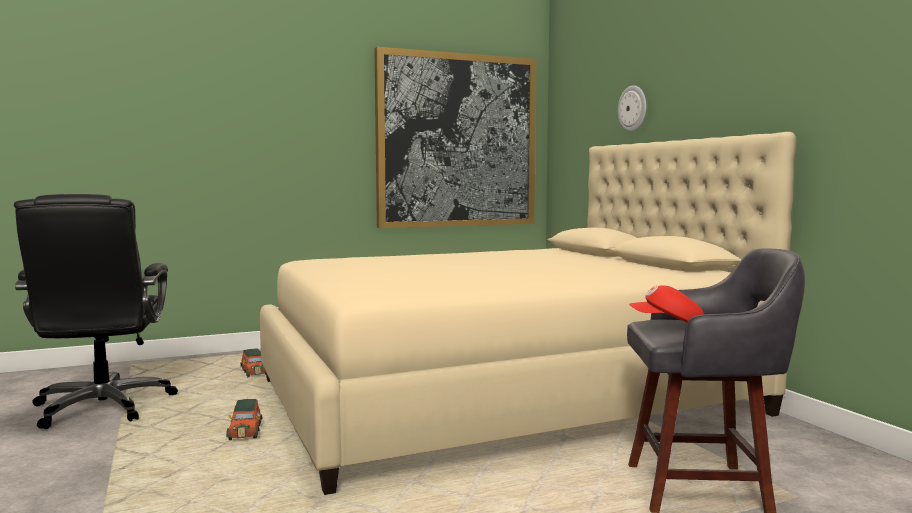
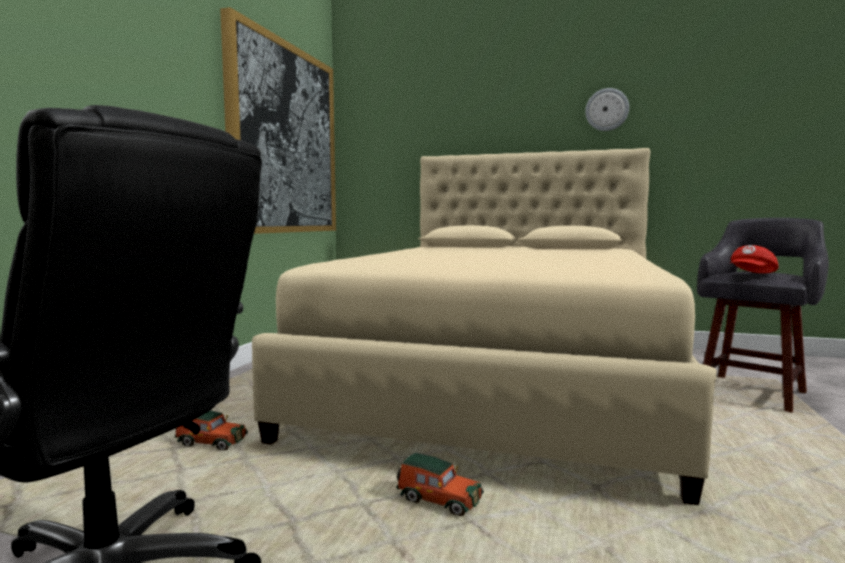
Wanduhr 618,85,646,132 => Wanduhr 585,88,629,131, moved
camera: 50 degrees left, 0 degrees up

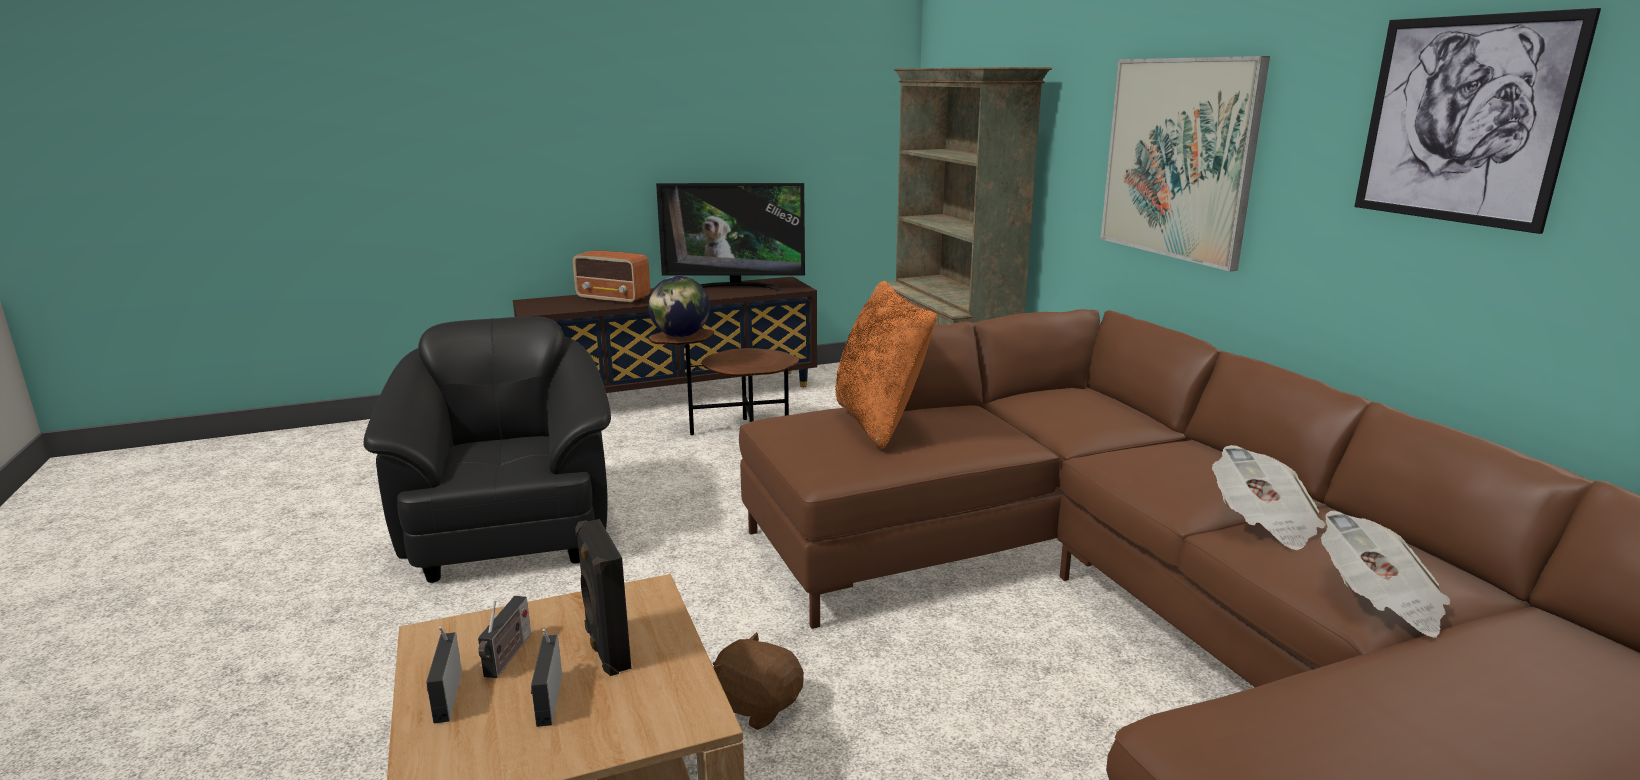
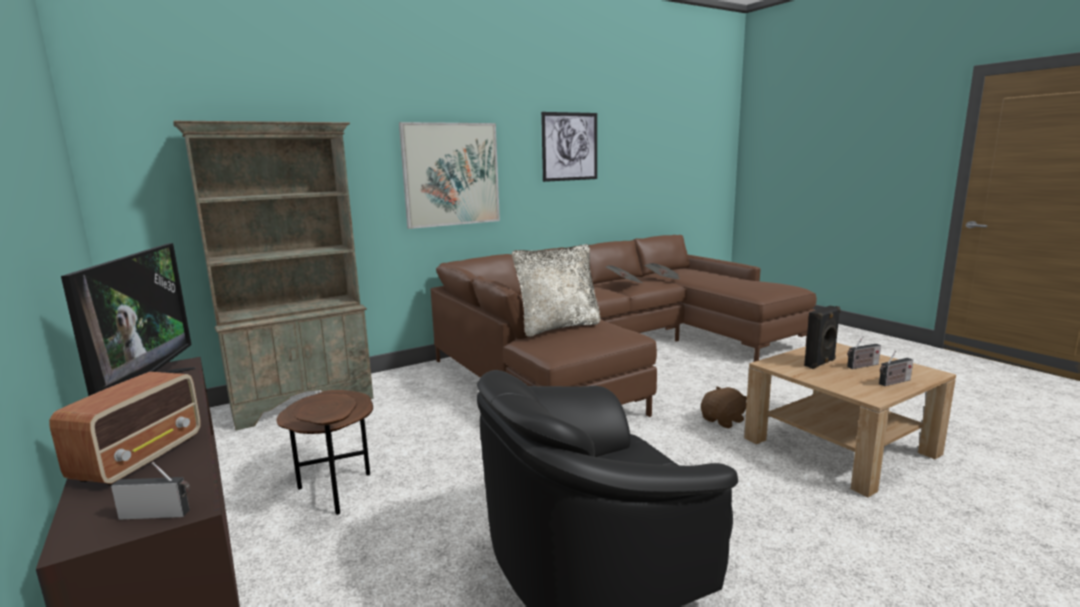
Globus 648,276,710,337 => nothing
Kissen [orange] 835,280,938,449 => Kissen [beige] 512,244,600,337
Radio 478,596,531,678 => Radio 111,462,190,520, moved
Plüschtier [braun] 713,632,804,730 => Plüschtier [braun] 701,386,747,428, 150 degrees counterclockwise
camera: 100 degrees left, 5 degrees down

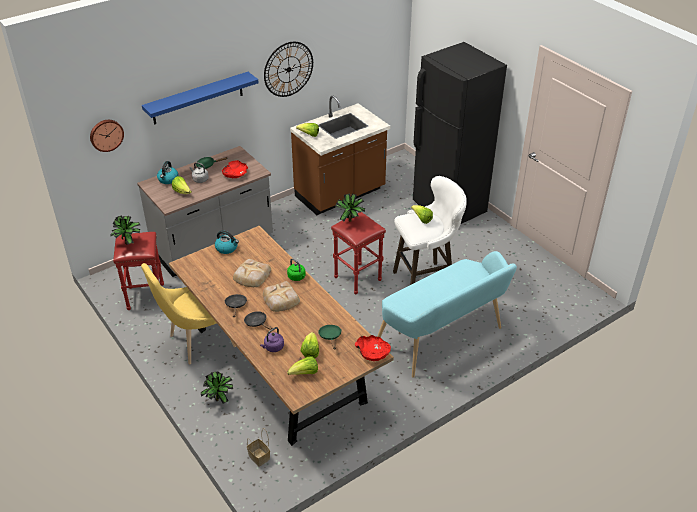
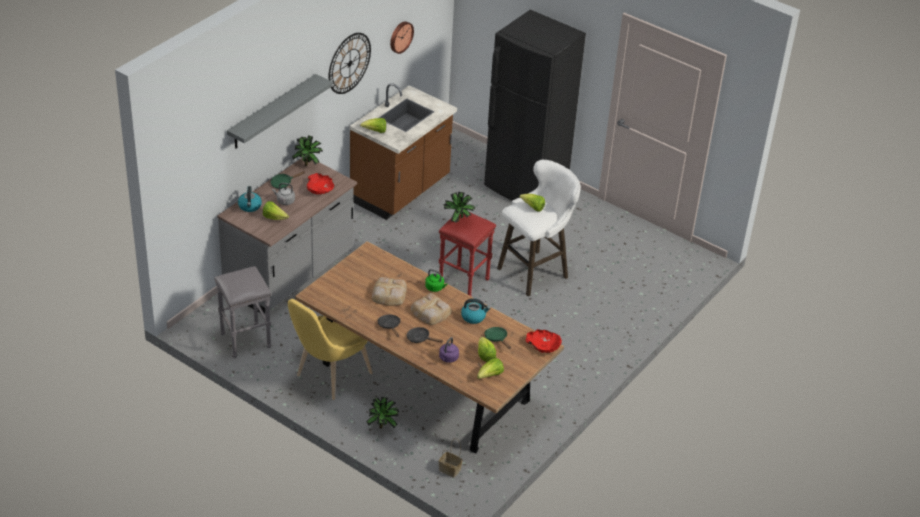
Wandregal [blau] 142,72,259,125 => Wandregal [grau] 227,74,333,149
Wanduhr 90,120,124,152 => Wanduhr 390,21,414,54, moved
Topfpflanze 111,215,141,245 => Topfpflanze 292,135,323,166, moved
Wasserkessel 215,230,239,254 => Wasserkessel 461,298,490,324, moved
Hocker [rot] 113,232,164,310 => Hocker [grau] 215,266,271,358
Bank [türkis] 377,251,517,378 => nothing
camera: 20 degrees left, 0 degrees up

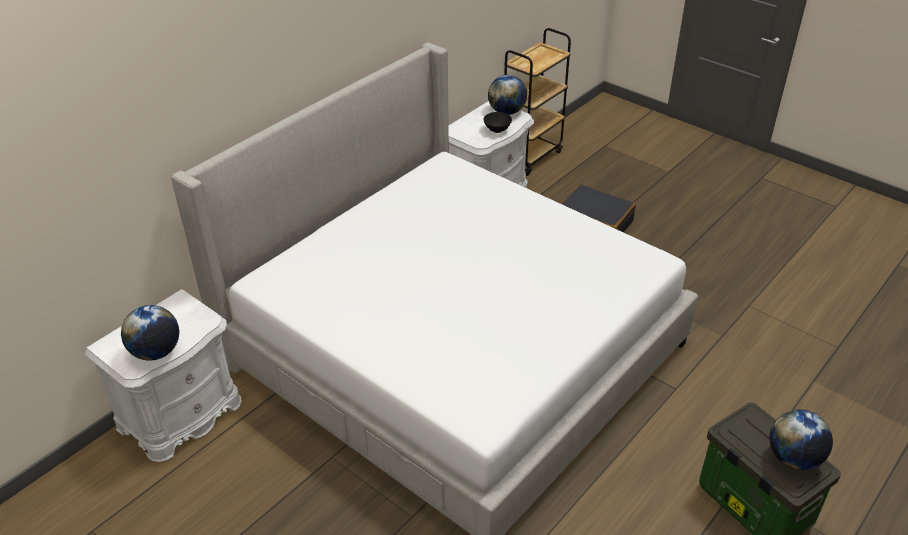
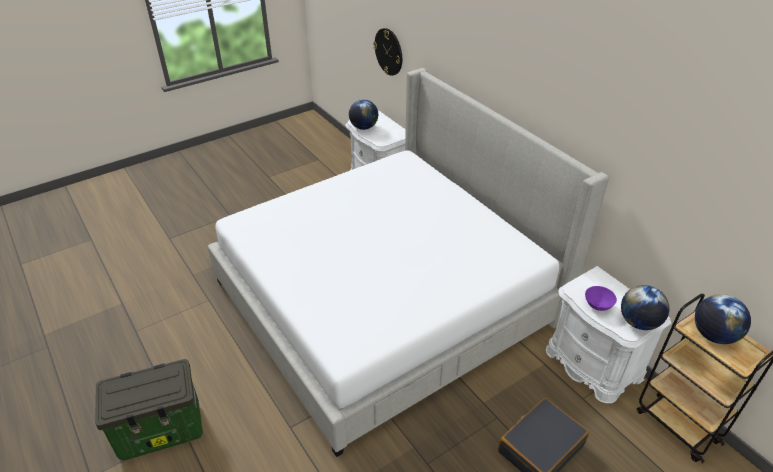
Schüssel [schwarz] 483,112,512,133 => Schüssel [lila] 585,286,617,311
Globus 769,410,833,470 => Globus 695,294,751,344, moved
nothing => Wanduhr 373,28,402,76
camera: 105 degrees right, 0 degrees up

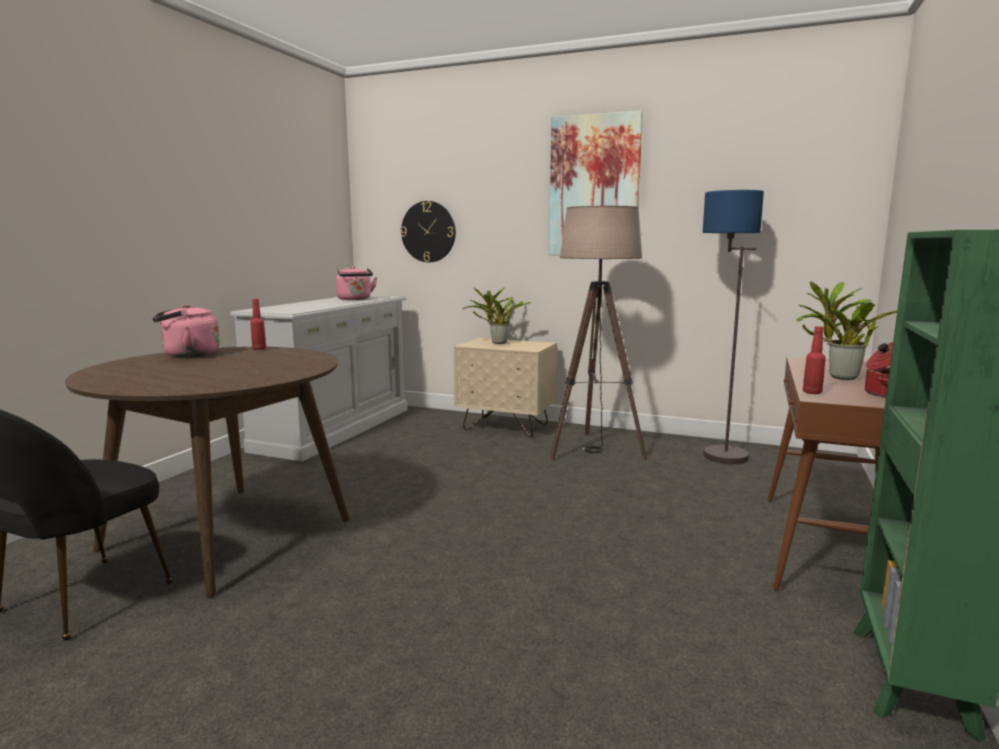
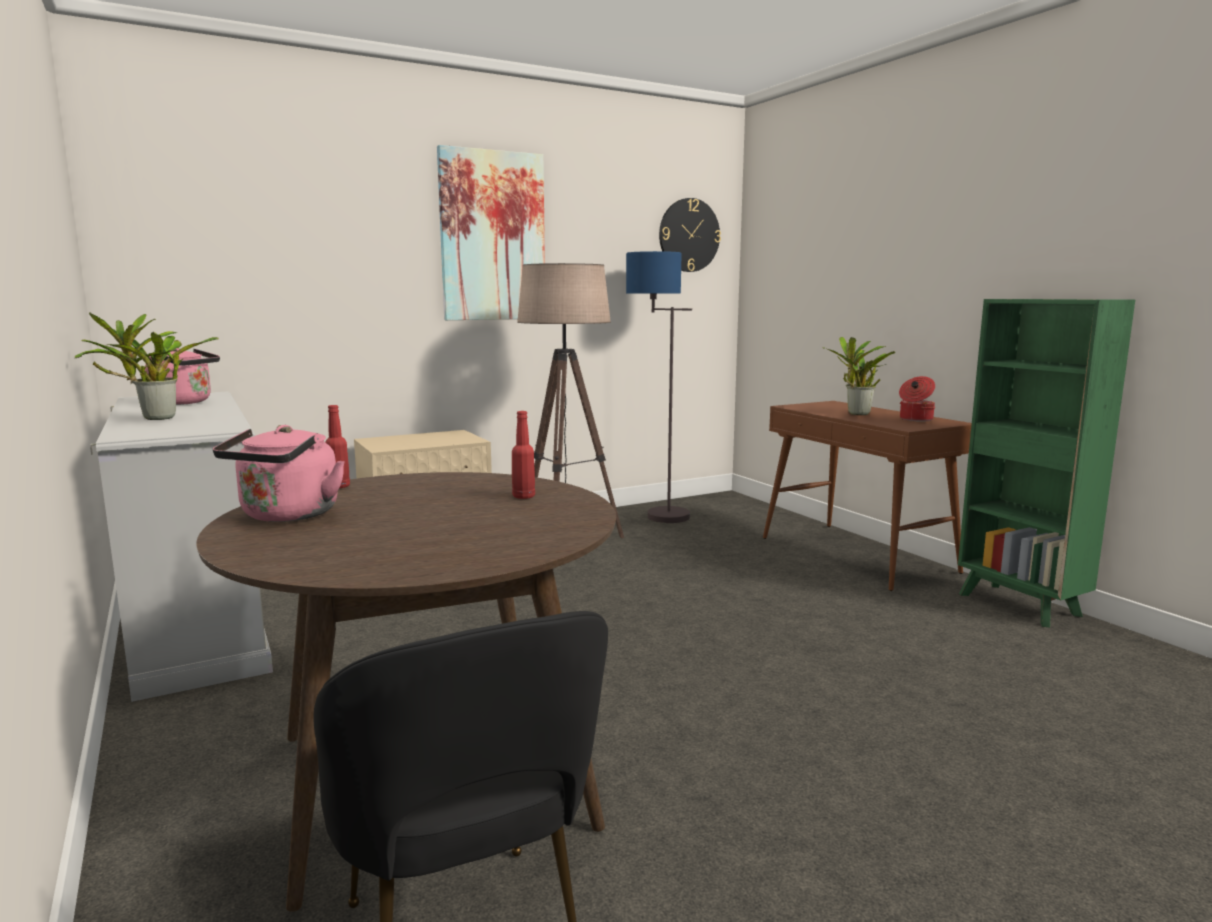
Wanduhr 400,201,456,262 => Wanduhr 659,198,721,272, moved
Topfpflanze 462,287,531,344 => Topfpflanze 75,312,219,420, moved
Flasche [rot] 803,326,826,394 => Flasche [rot] 512,411,535,499, moved
camera: 50 degrees left, 0 degrees up

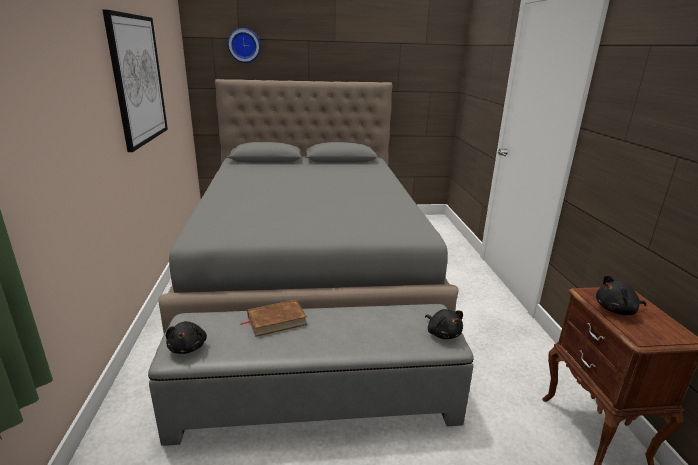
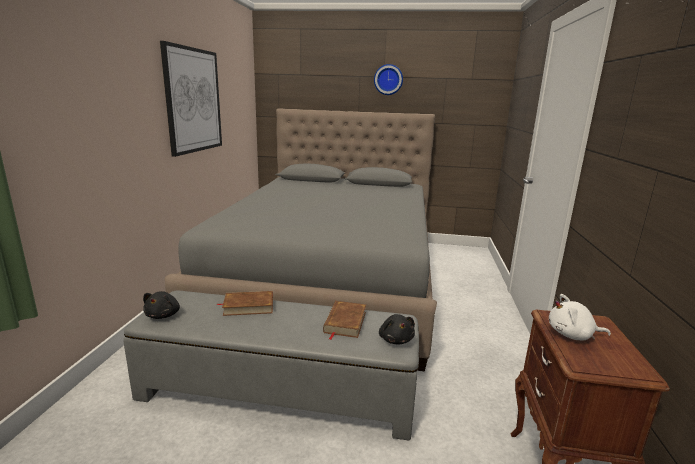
Wanduhr 228,28,261,63 => Wanduhr 374,64,403,95, moved
Plüschtier [schwarz] 596,275,646,315 => Plüschtier [weiß] 549,294,611,340
nothing => Buch [braun] 323,301,366,340
camera: 15 degrees right, 5 degrees down

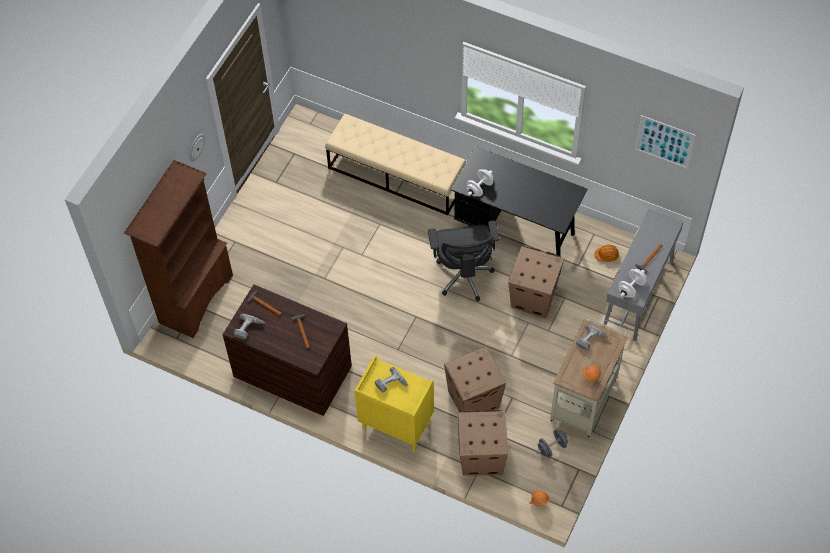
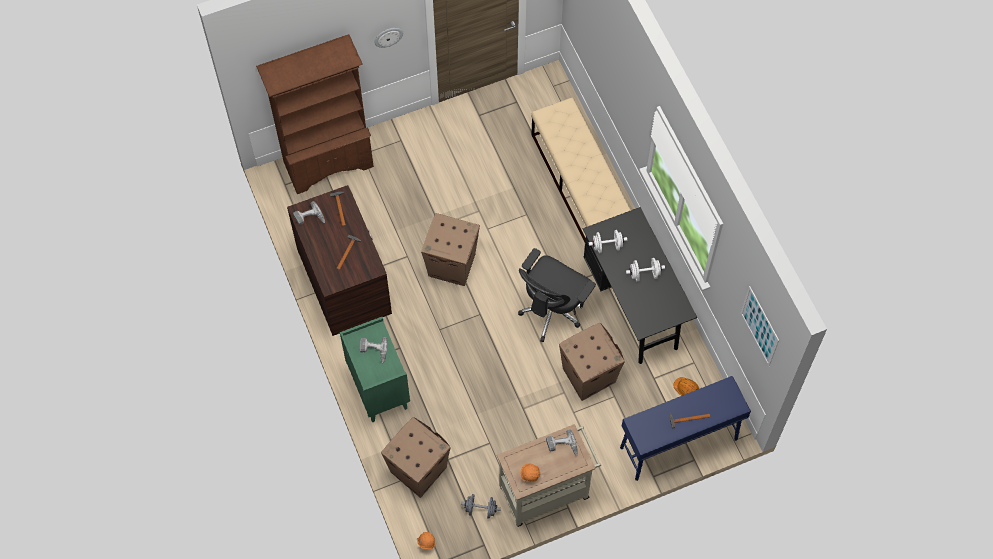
Konsolentisch [grau] 603,209,683,341 => Konsolentisch [blau] 620,376,751,481
Hantel [weiß] 619,269,647,298 => Hantel [weiß] 626,258,665,281, moved
Karton 444,347,506,412 => Karton 421,213,480,286, moved
Schrank [gelb] 354,355,434,452 => Schrank [grün] 340,317,410,422
camera: 40 degrees right, 5 degrees up

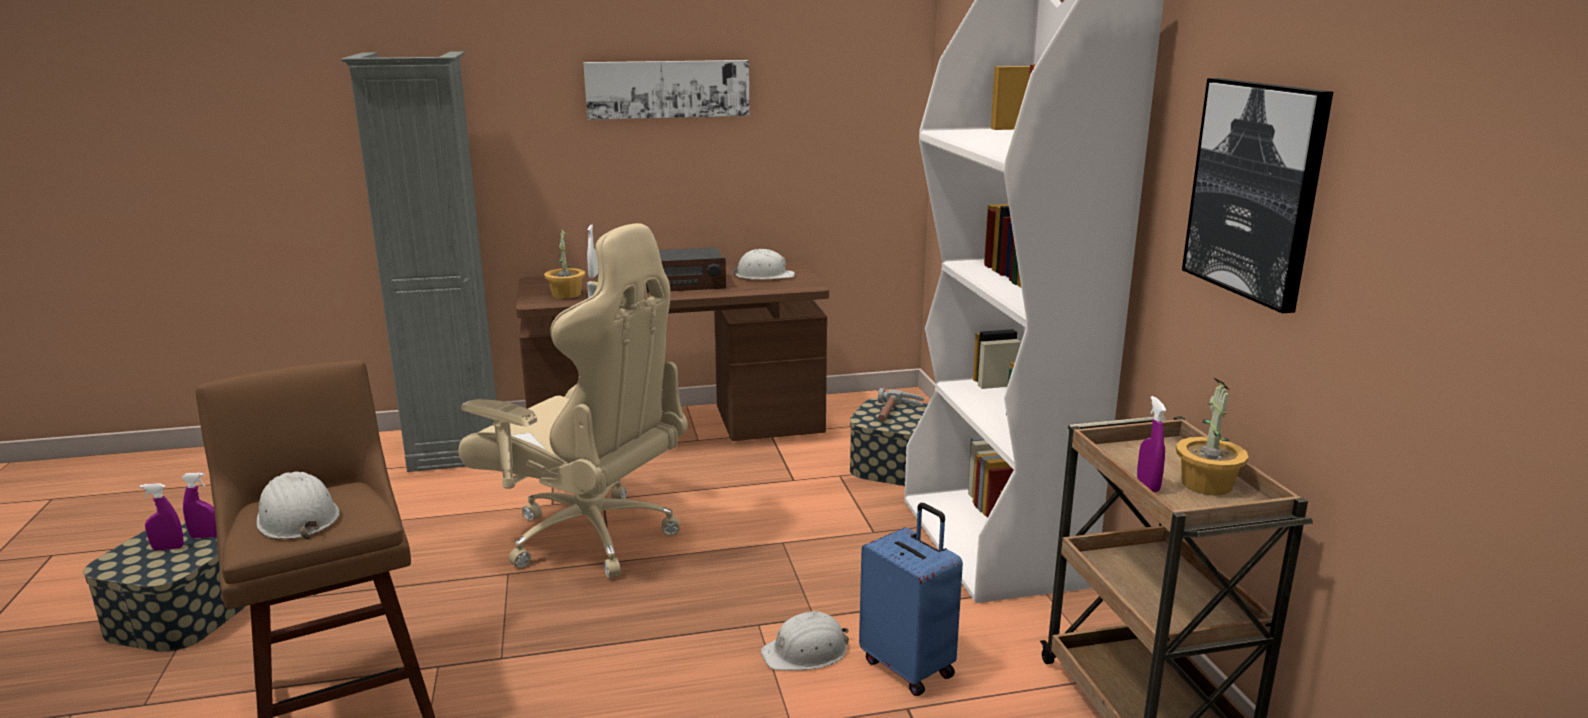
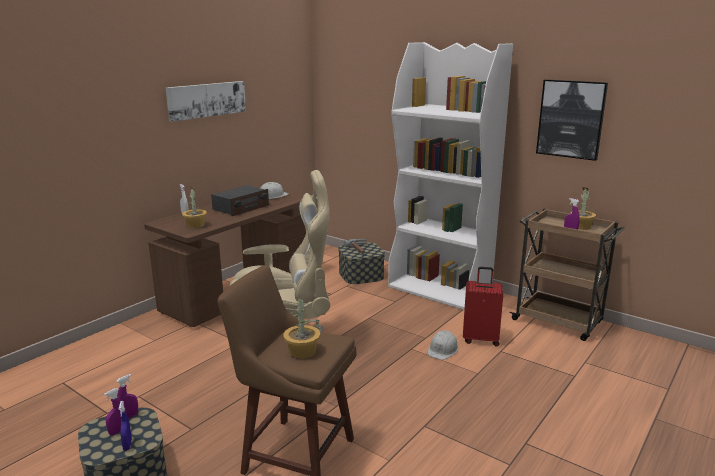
Schrank [grau] 341,51,496,472 => nothing
Schutzhelm [weiß] 257,471,340,540 => Topfpflanze 283,299,320,359
Koffer [blau] 859,503,963,696 => Koffer [rot] 463,267,503,347
nothing => Sprühflasche [blau] 119,401,132,451
camera: 40 degrees left, 0 degrees up

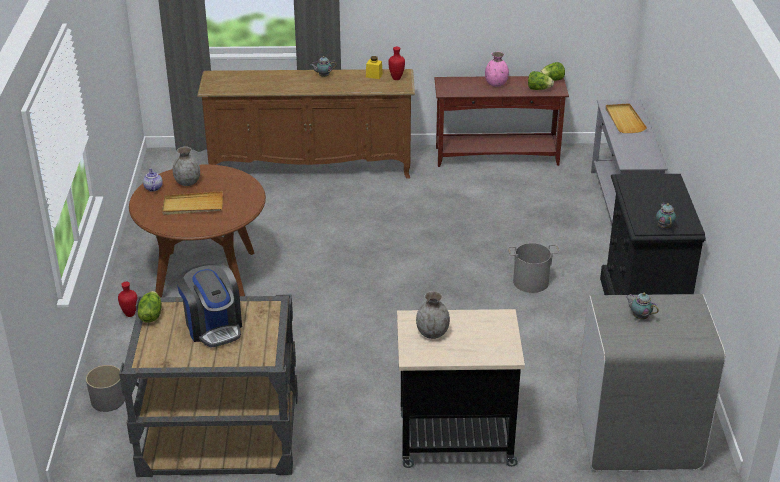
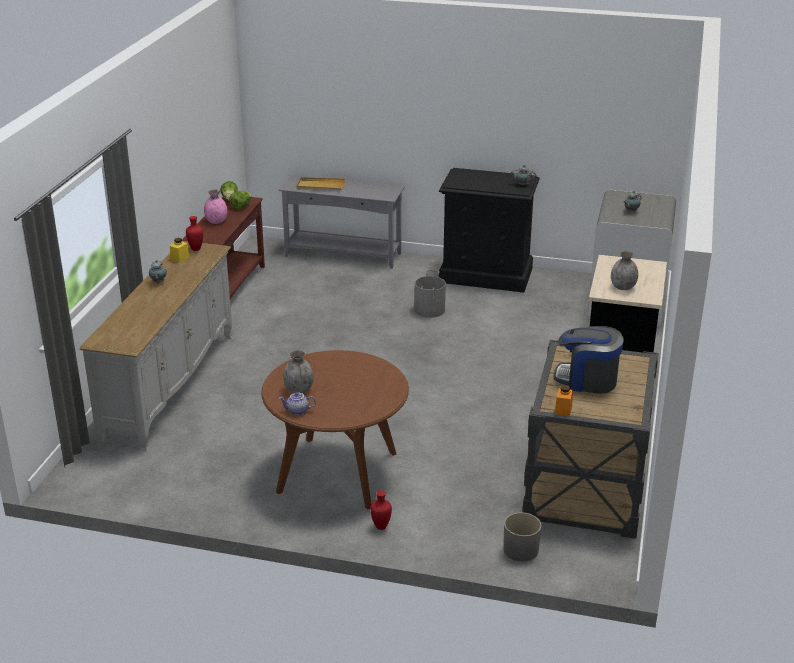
Schrank [braun] 197,69,415,179 => Schrank [grau] 80,241,233,453
Tablett [beige] 162,191,223,215 => nothing
Kaffeemaschine 176,264,242,347 => Kaffeemaschine 554,326,623,394, 150 degrees counterclockwise
Salatkopf 138,291,162,322 => Vorratsglas [orange] 555,385,573,416
camera: 75 degrees left, 5 degrees down

